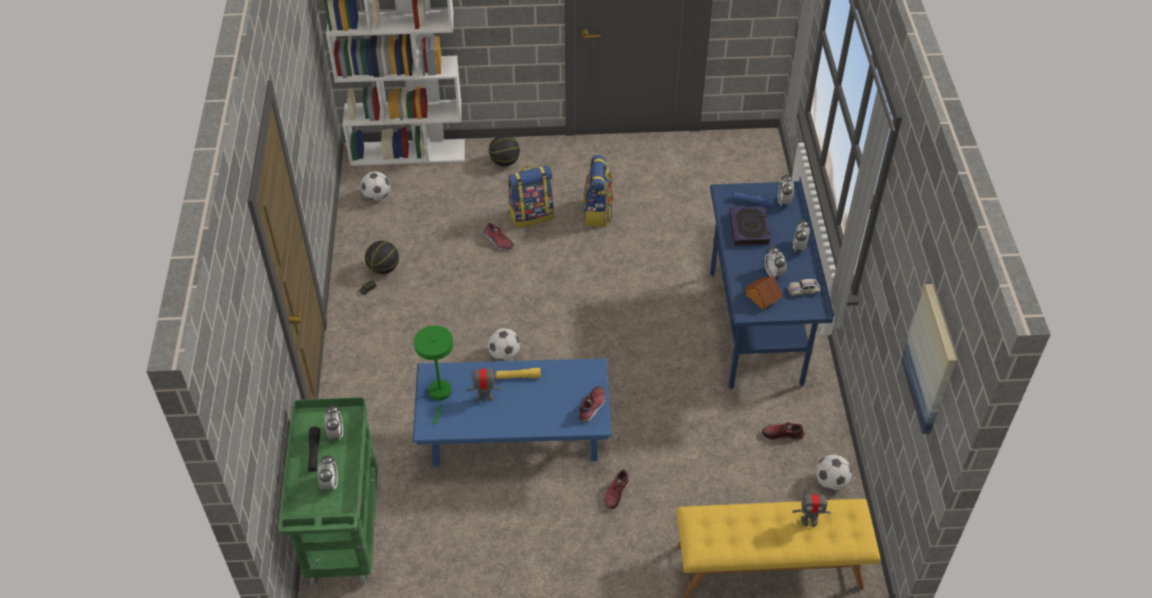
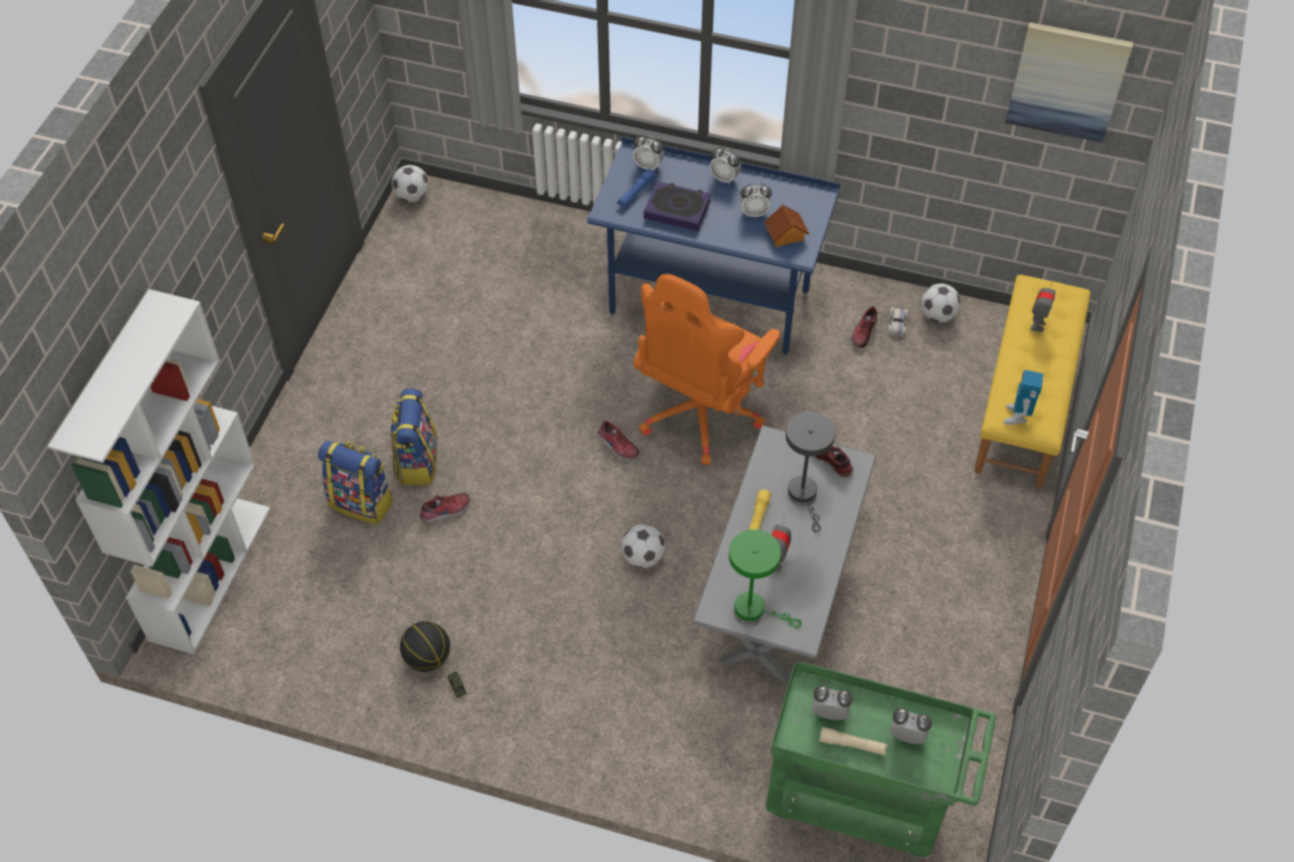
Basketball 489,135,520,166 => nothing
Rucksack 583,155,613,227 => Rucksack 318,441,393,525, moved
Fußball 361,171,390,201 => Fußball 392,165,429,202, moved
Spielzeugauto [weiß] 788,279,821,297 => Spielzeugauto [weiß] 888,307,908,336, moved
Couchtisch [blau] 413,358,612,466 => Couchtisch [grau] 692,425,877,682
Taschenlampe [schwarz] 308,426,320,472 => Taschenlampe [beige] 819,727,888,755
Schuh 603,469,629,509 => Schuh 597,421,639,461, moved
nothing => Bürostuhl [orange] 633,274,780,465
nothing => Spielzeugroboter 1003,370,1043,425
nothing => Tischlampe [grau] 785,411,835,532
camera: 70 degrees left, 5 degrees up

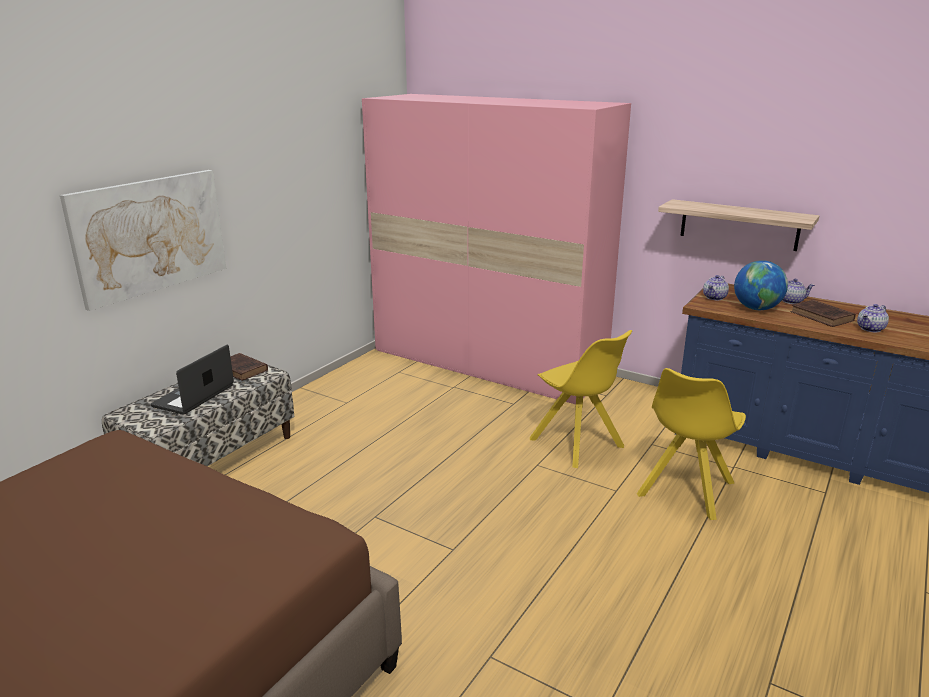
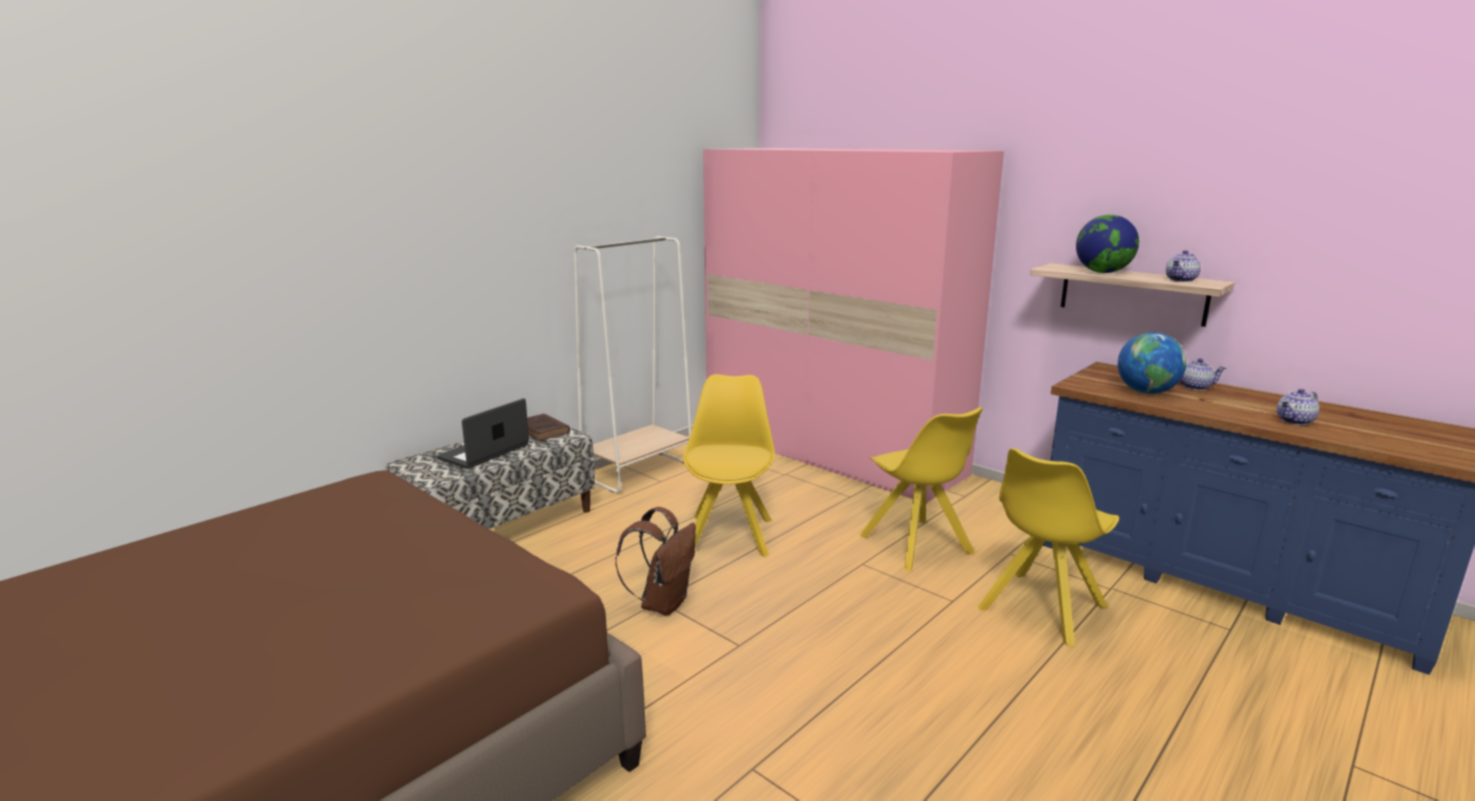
Bild 60,170,226,311 => nothing
Teekanne 703,275,729,300 => Teekanne 1166,250,1201,282, moved
Buch [braun] 791,300,856,327 => nothing
nothing => Globus 1076,215,1139,273
nothing => Kleiderständer 574,236,691,493
nothing => Stuhl [gelb] 682,374,775,557
nothing => Rucksack [braun] 615,507,696,616
camera: 10 degrees right, 5 degrees down

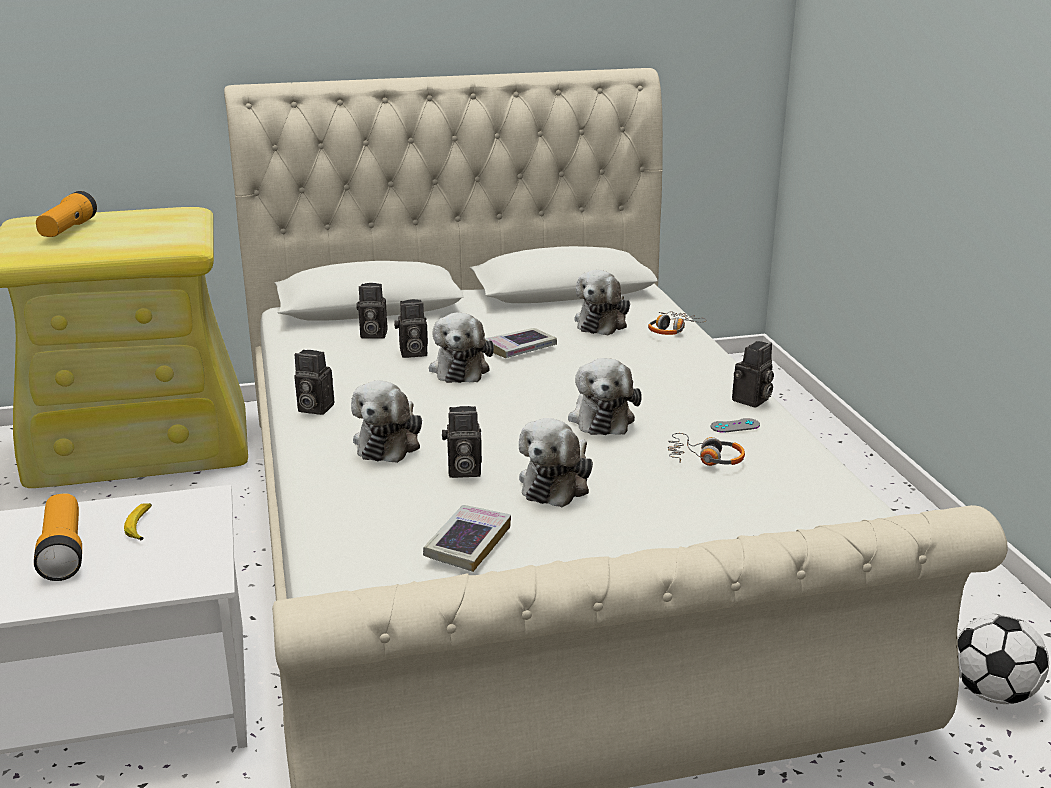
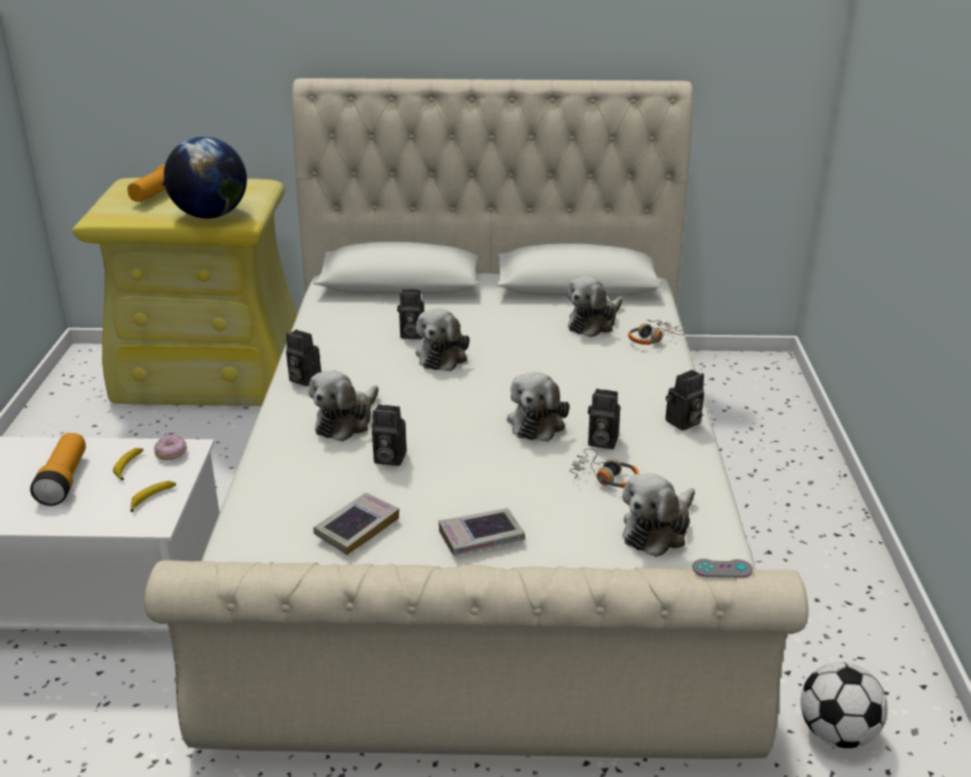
Kamera 356,283,388,339 => Kamera 588,389,620,449, moved
Buch 485,328,557,358 => Buch 439,508,525,556, moved
Plüschtier 519,418,593,507 => Plüschtier 622,473,695,557, moved
Gamepad [grau] 711,418,760,433 => Gamepad [grau] 692,559,753,578, moved
nothing => Globus 164,136,247,219
nothing => Donut 154,435,187,460
nothing => Banane 130,481,176,512
camera: 15 degrees right, 5 degrees up

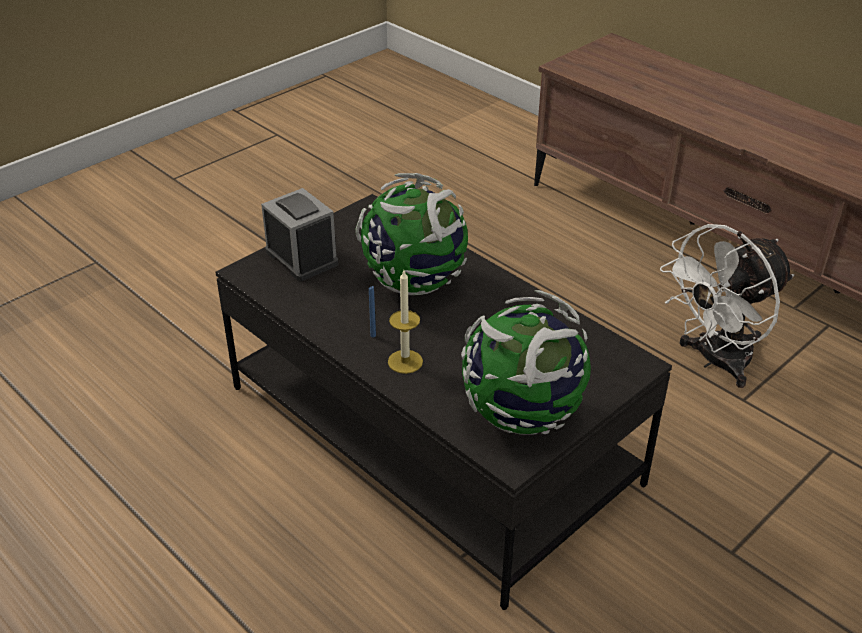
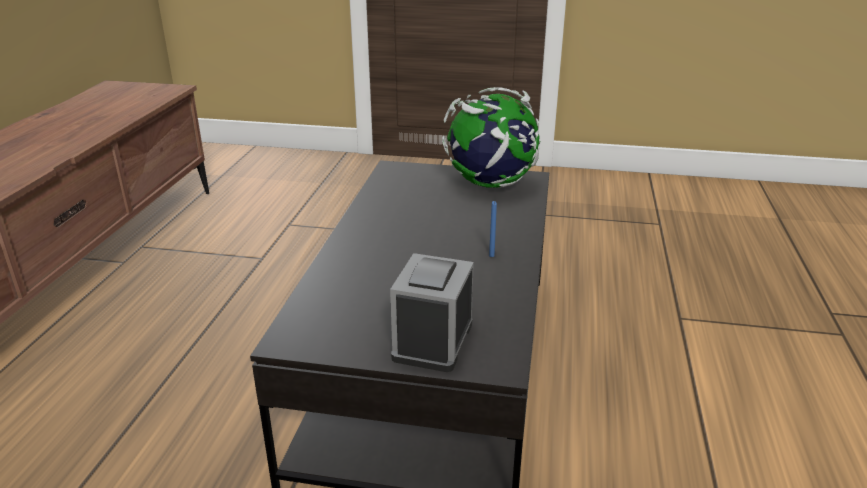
Globus 356,173,468,295 => nothing
Ventilator [weiß] 660,224,794,388 => nothing
Kerze 388,271,423,374 => nothing
camera: 125 degrees left, 10 degrees down

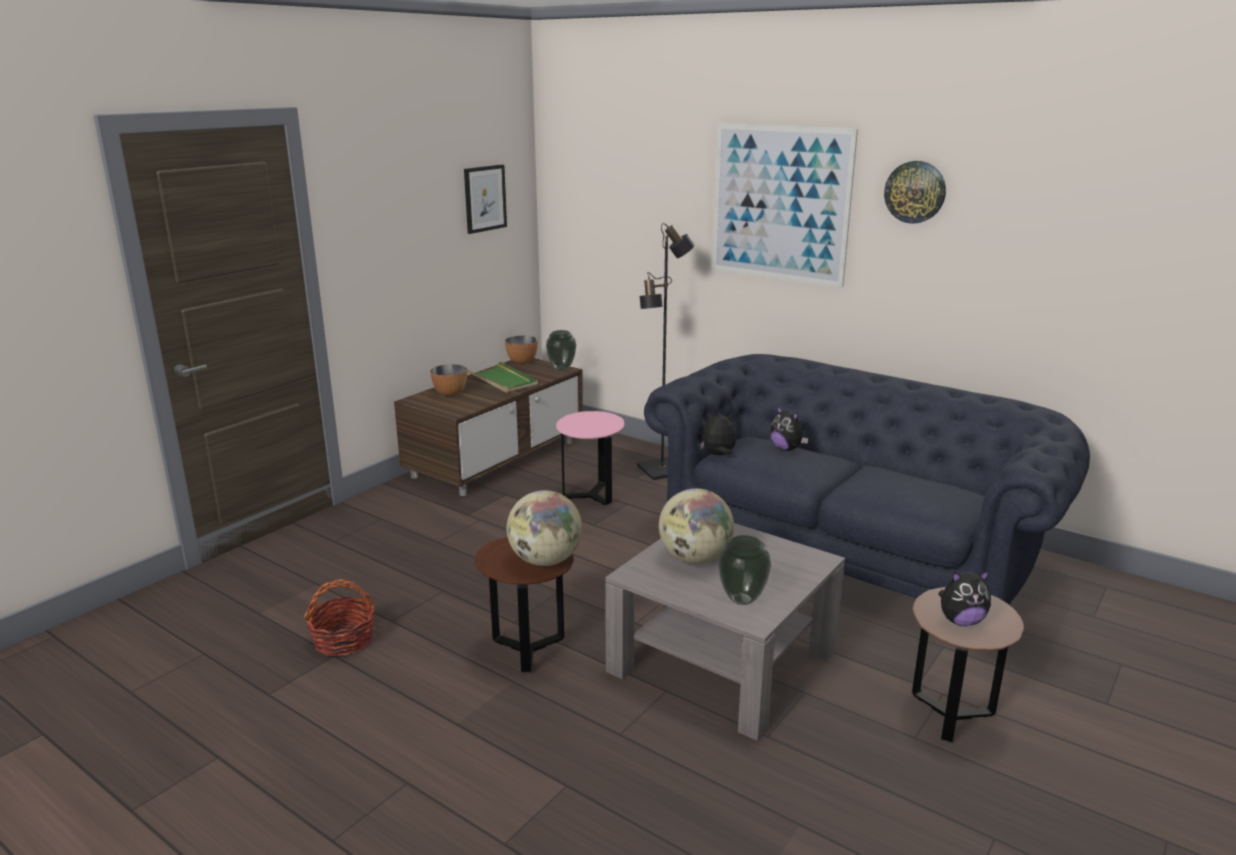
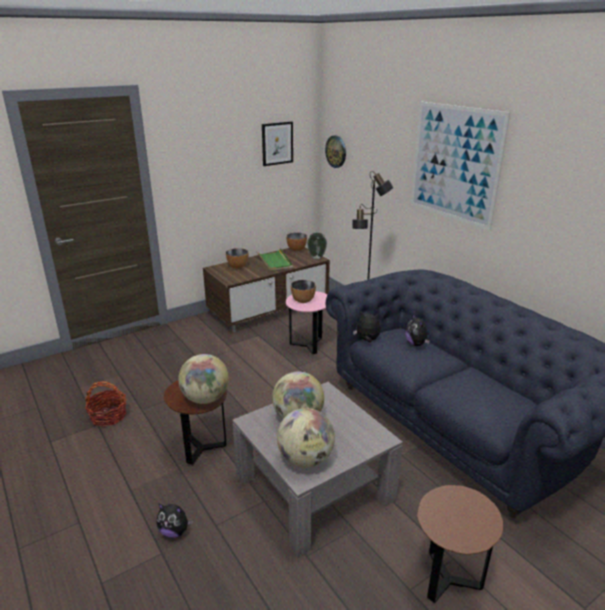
Wanduhr 884,161,946,224 => Wanduhr 325,135,346,168, moved
Vase 718,535,771,605 => Globus 277,408,335,468
Plüschtier 938,570,991,626 => Plüschtier 157,503,193,538, moved
nothing => Schüssel 291,280,316,303
camera: 20 degrees right, 5 degrees up

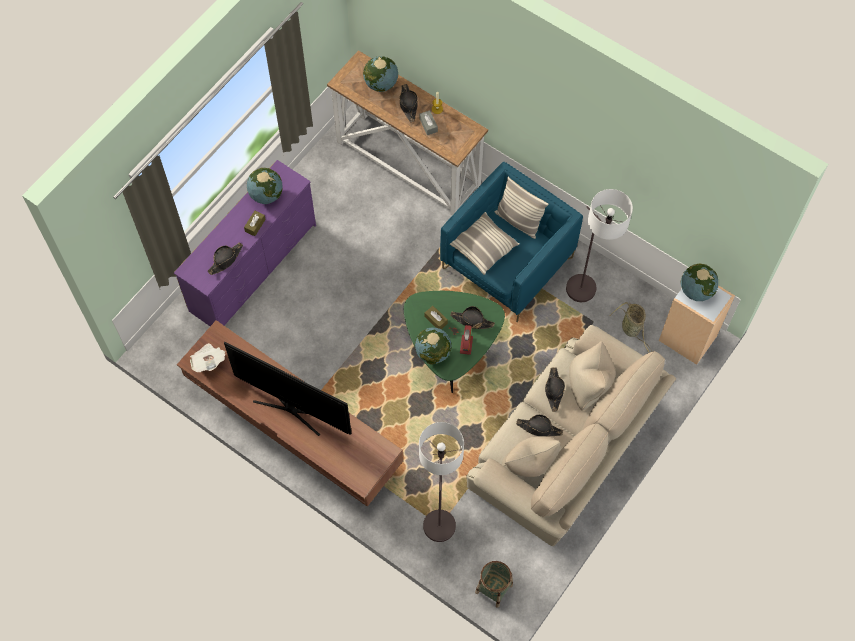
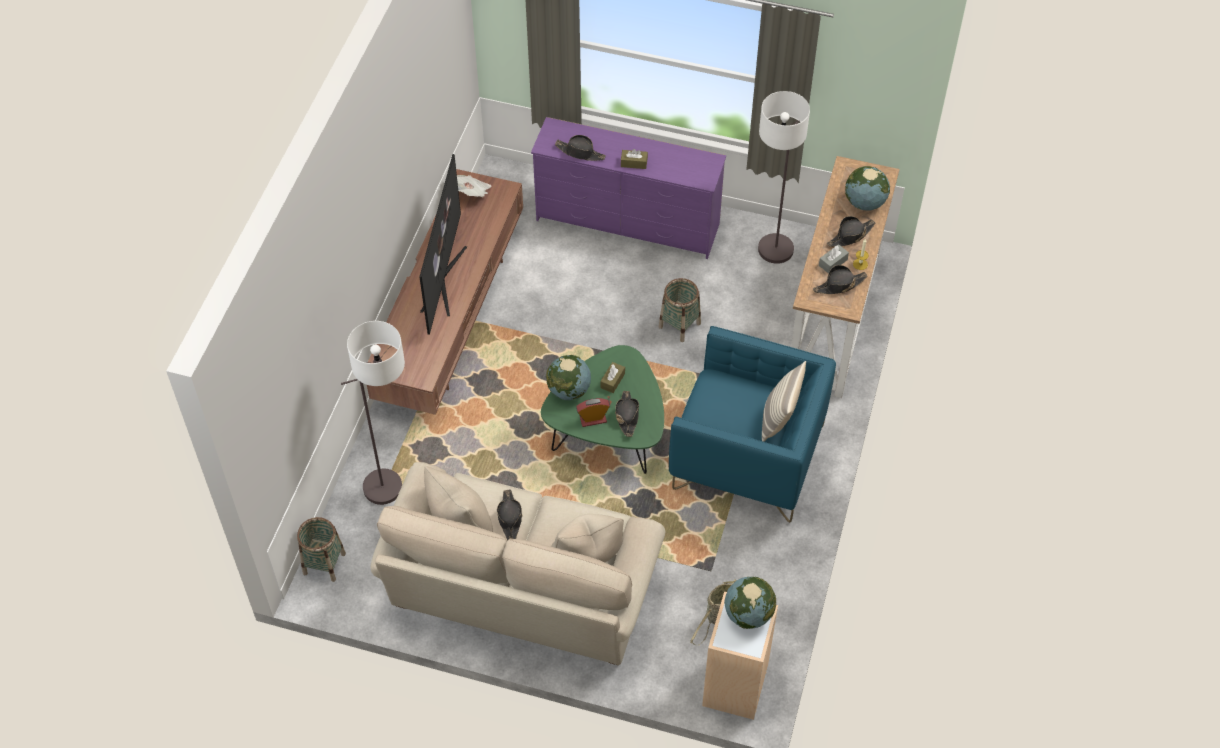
Globus 247,168,282,204 => nothing
Stehlampe [weiß] 566,189,633,302 => Stehlampe [weiß] 758,91,810,264, moved
Kissen 450,212,520,275 => nothing
Hut [schwarz] 545,367,565,412 => Hut [schwarz] 813,265,867,294, moved
nothing => Korb 659,278,701,342
camera: 70 degrees right, 10 degrees down

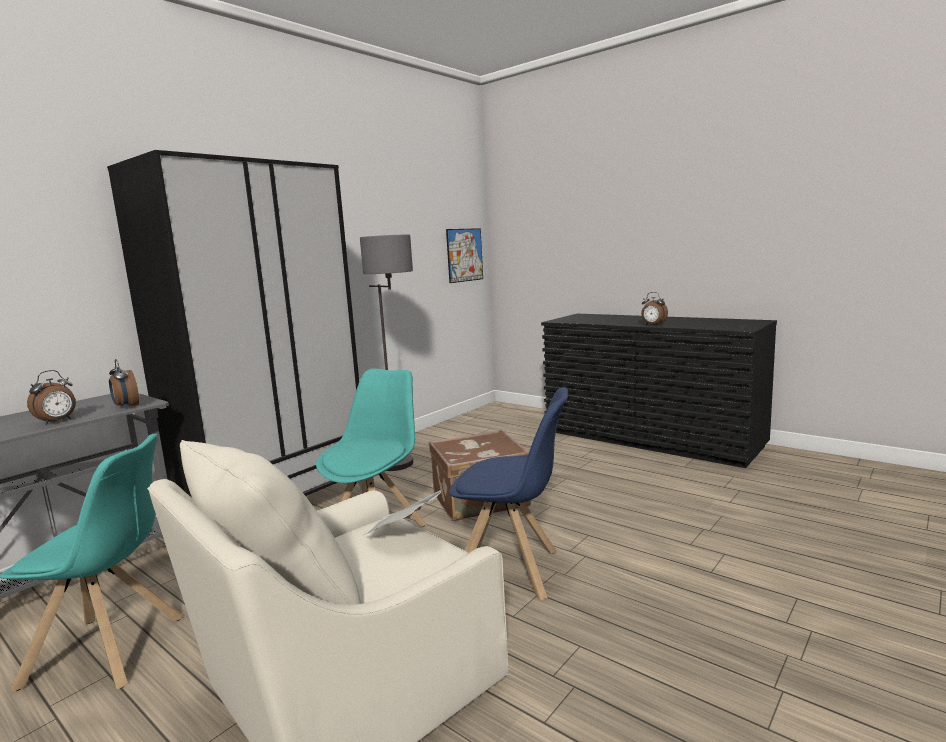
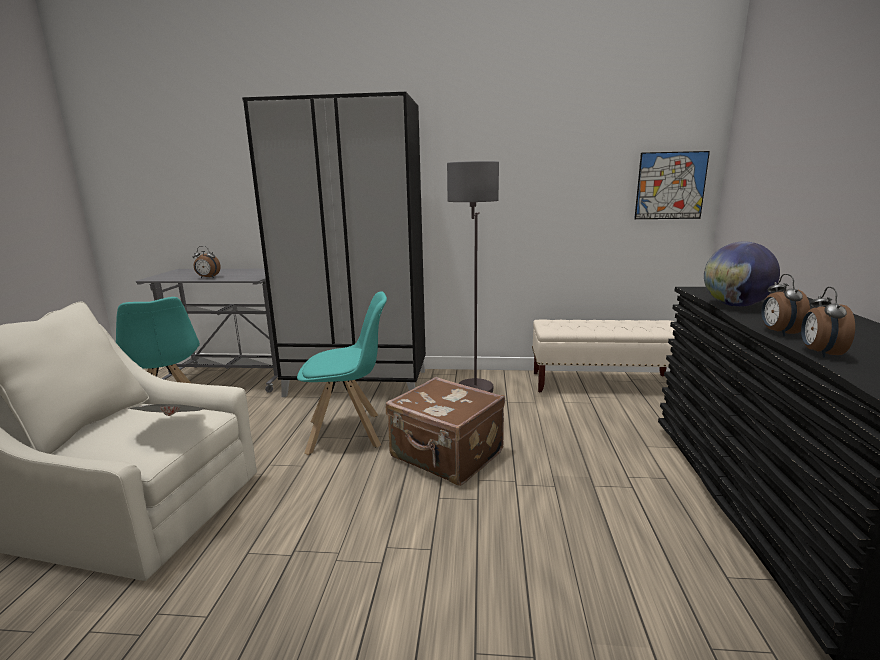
Wecker 109,359,139,409 => Wecker 801,287,855,358, moved
Stuhl [blau] 449,387,568,601 => nothing
nothing => Globus 704,242,780,307
nothing => Bank [beige] 532,319,675,392
camera: 55 degrees right, 5 degrees up

